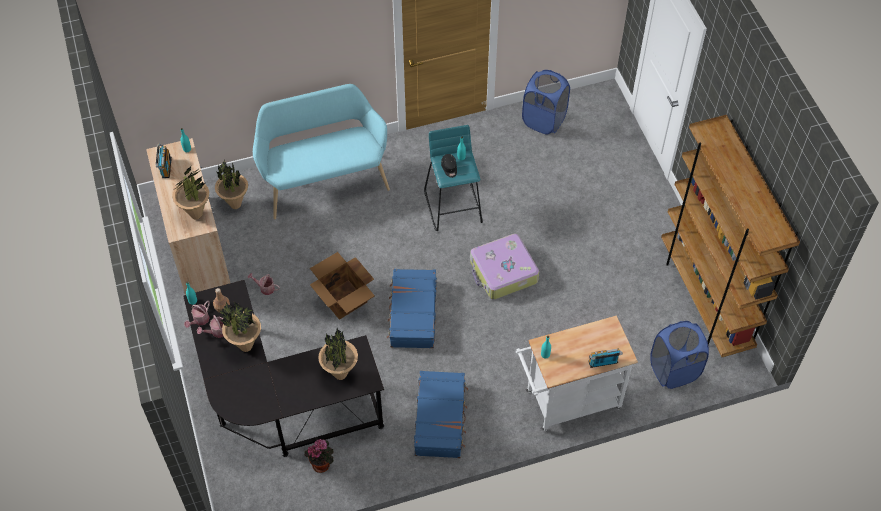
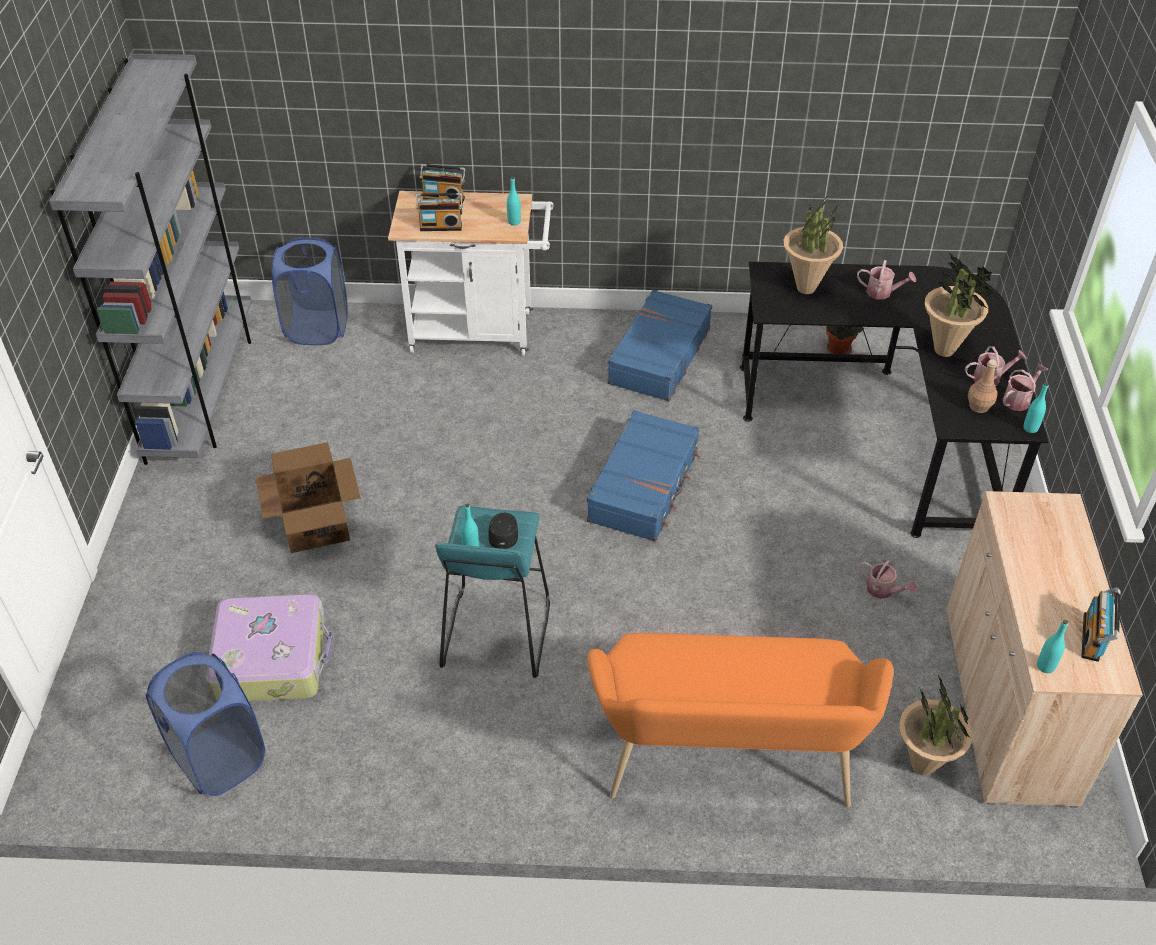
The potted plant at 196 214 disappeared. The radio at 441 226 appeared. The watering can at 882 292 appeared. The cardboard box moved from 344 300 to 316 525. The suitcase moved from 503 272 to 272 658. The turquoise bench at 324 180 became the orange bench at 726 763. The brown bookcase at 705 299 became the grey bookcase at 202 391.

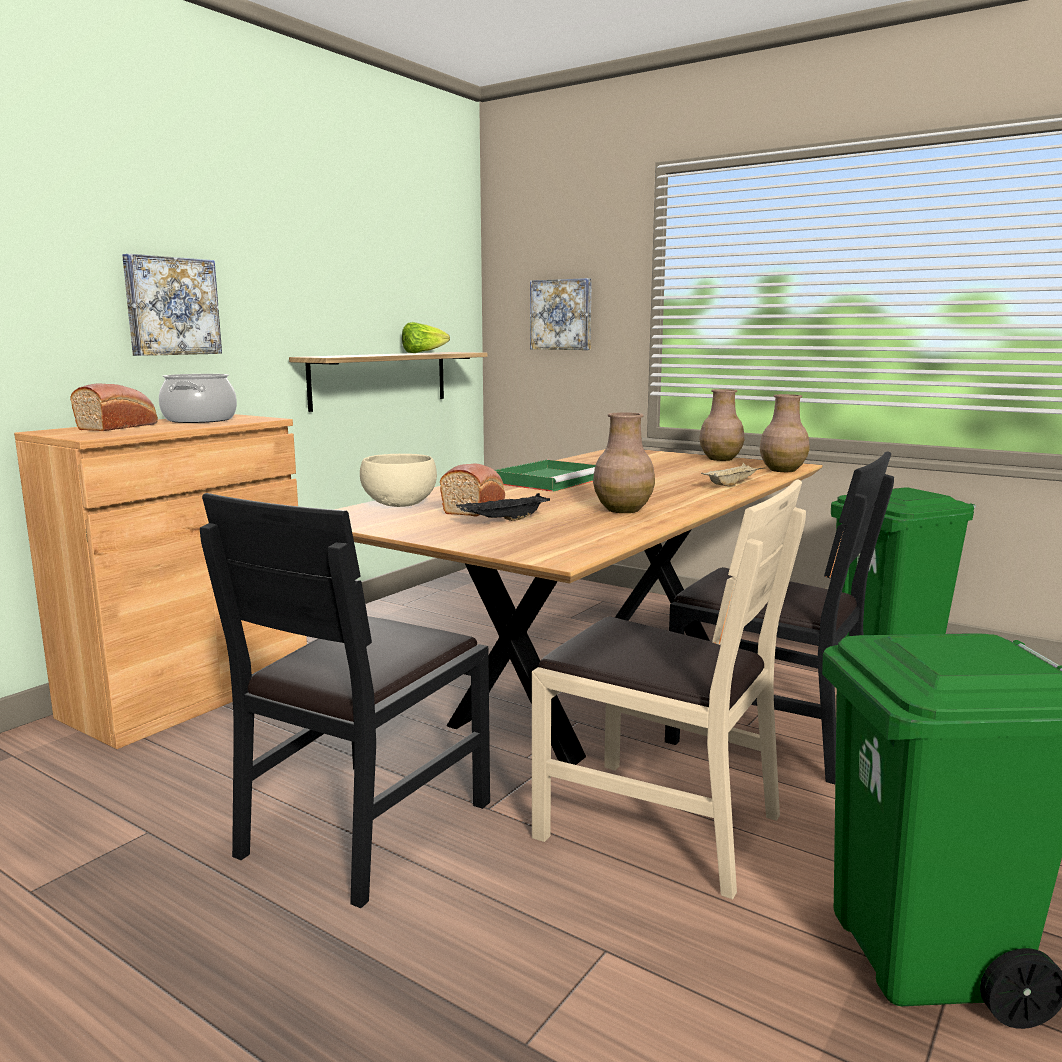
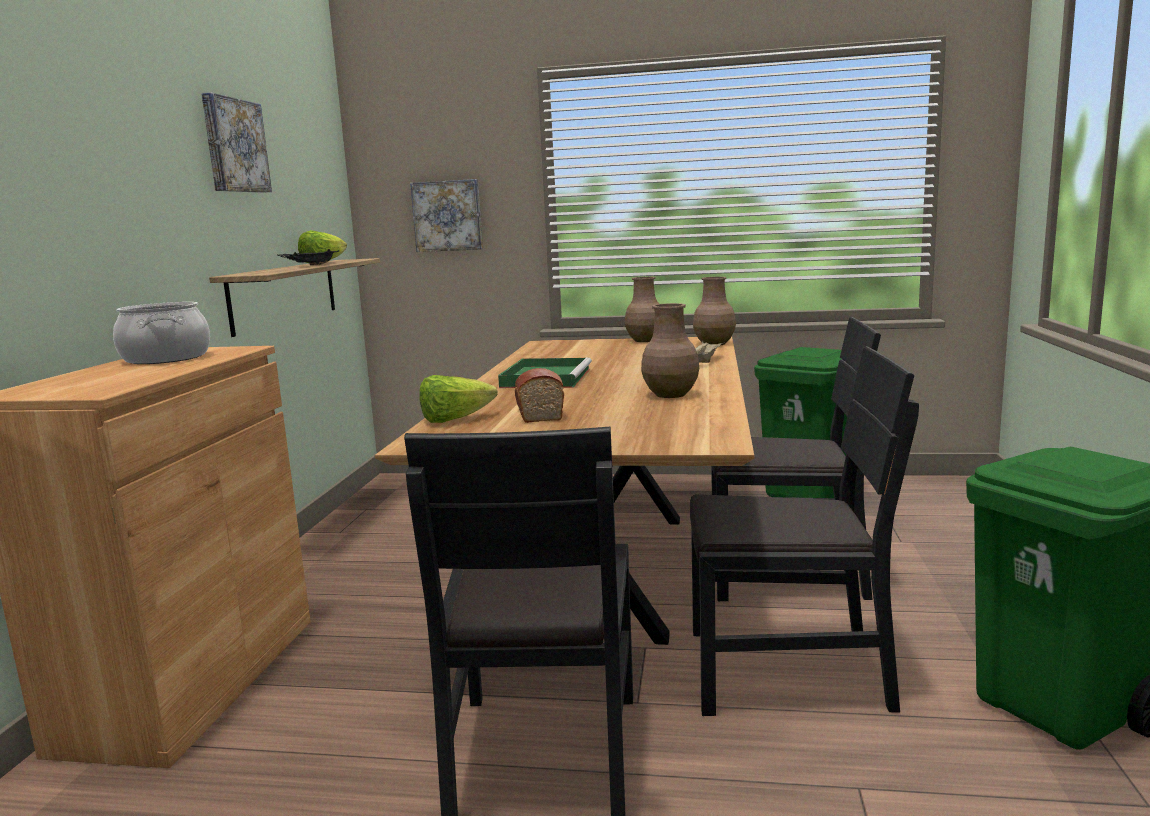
The bread at 120 426 disappeared. The picture moved from 171 306 to 233 146. The black tray moved from 504 521 to 311 265. The beige bowl at 399 503 was replaced by the lettuce at 455 420. The beige chair at 658 824 became the black chair at 785 670.

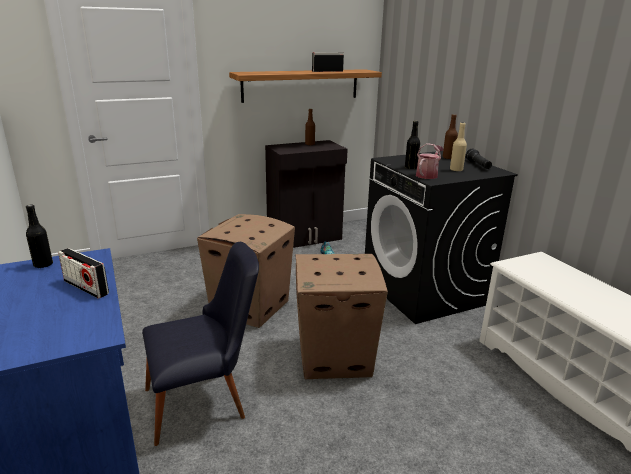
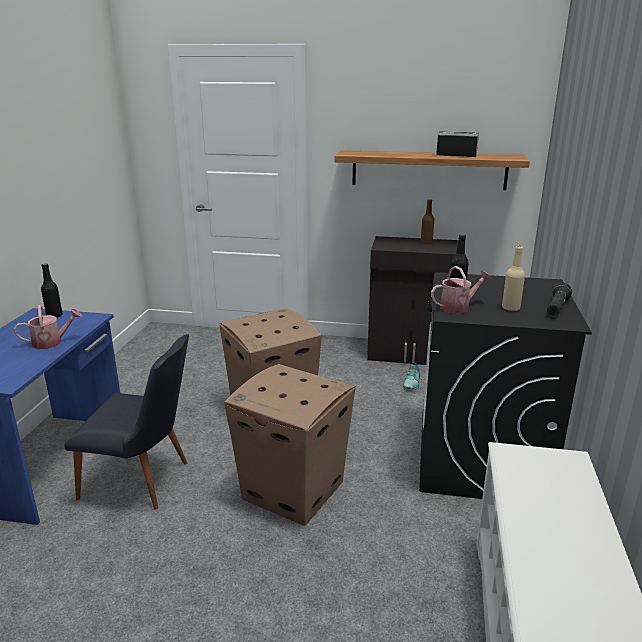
The brown bottle at 448 158 disappeared. The radio at 86 287 was replaced by the watering can at 51 342.

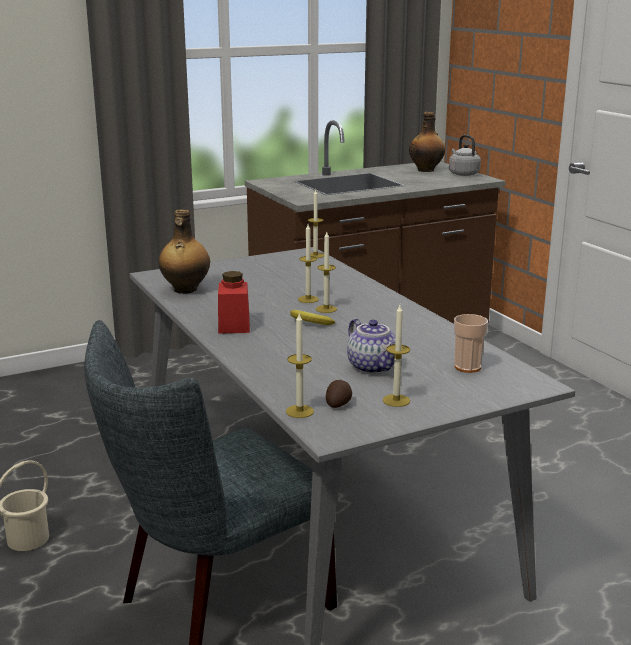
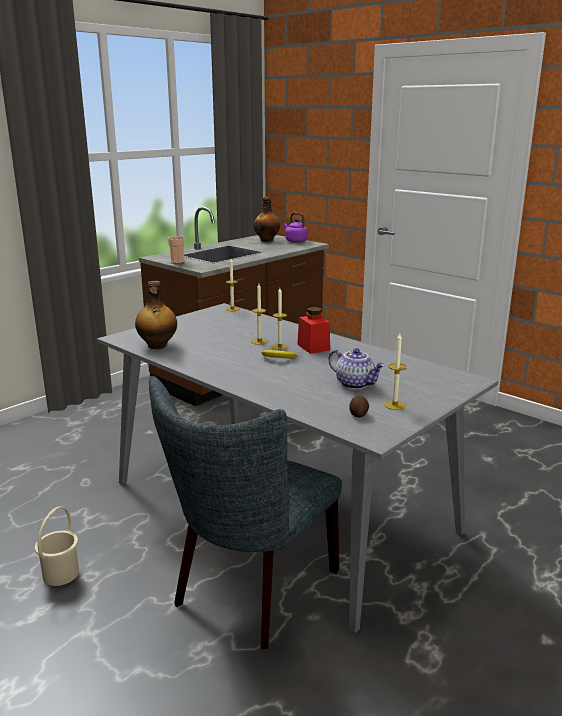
The candle at 299 411 disappeared. The red jar moved from 234 326 to 313 347. The cup moved from 467 367 to 177 262. The grey kettle at 462 174 became the purple kettle at 295 241.

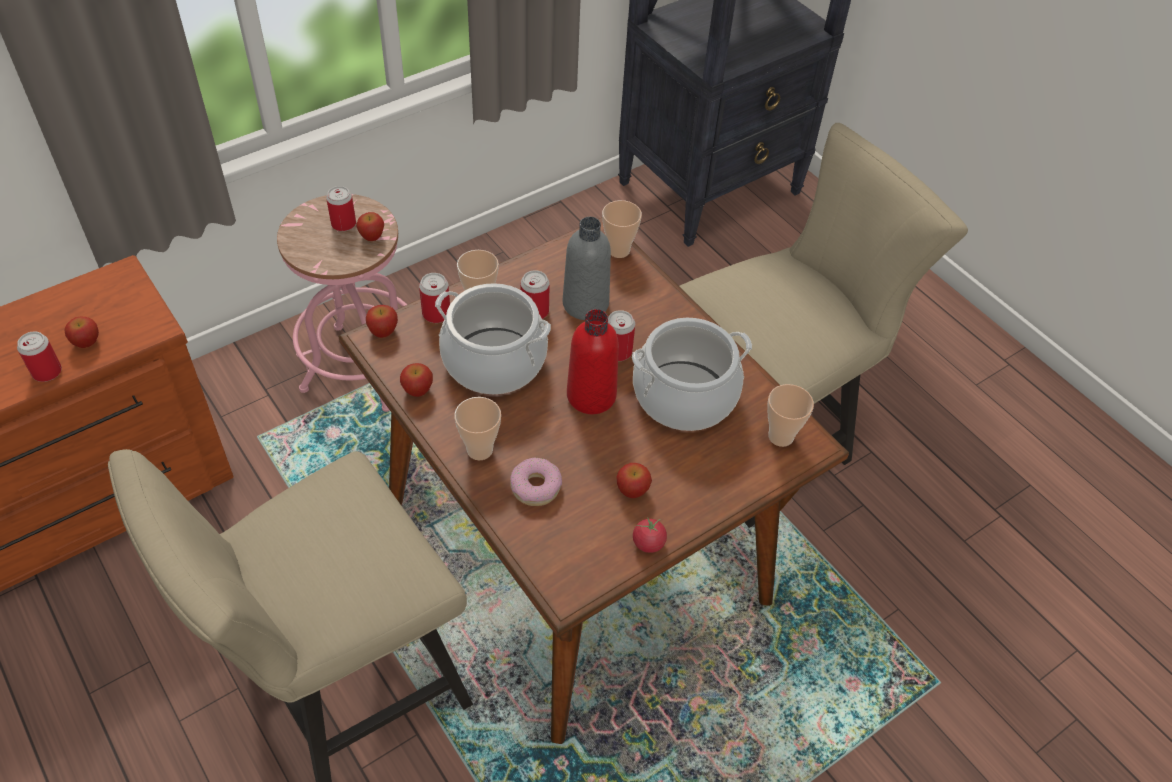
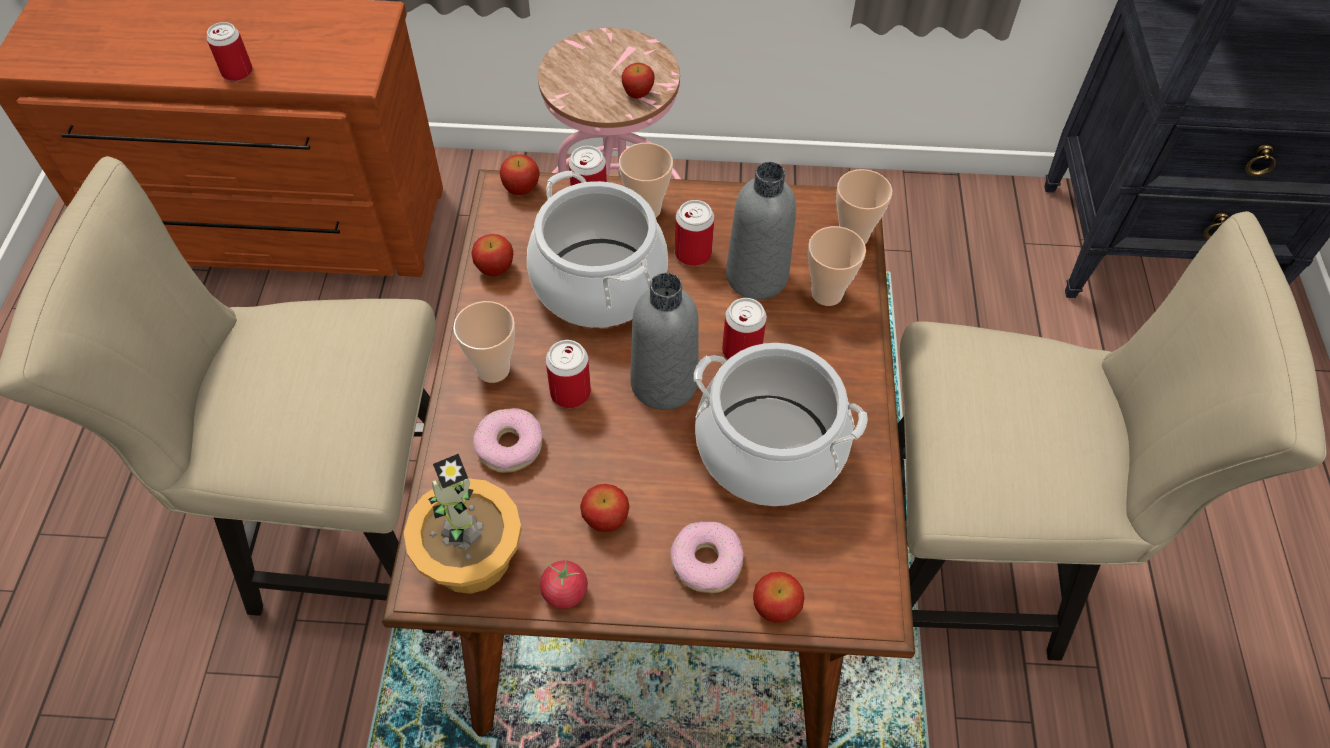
The potted plant at 470 555 appeared. The donut at 707 562 appeared. The apple moved from 86 342 to 775 607. The can moved from 343 224 to 570 392. The cup moved from 780 436 to 827 293. The red bottle at 591 396 became the grey bottle at 664 383.

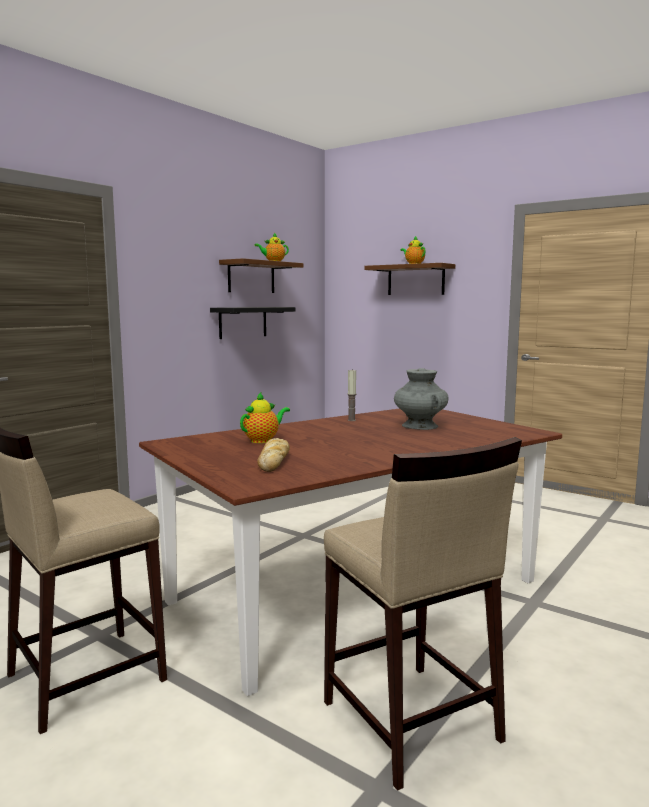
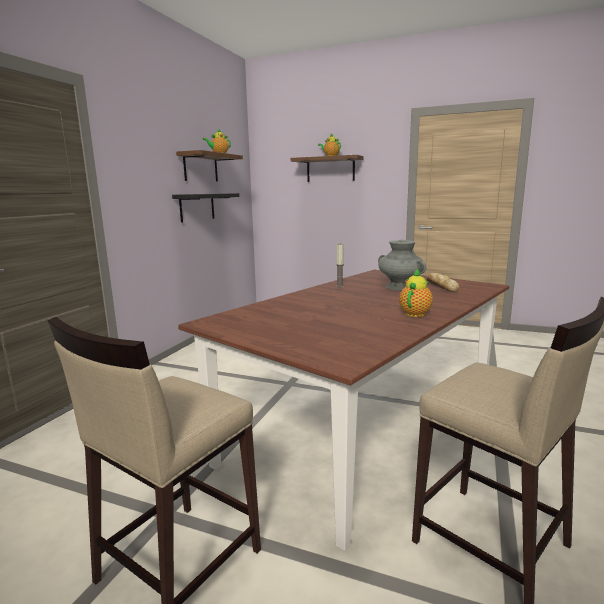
The teapot moved from 263 440 to 415 313. The bread moved from 274 461 to 441 286.

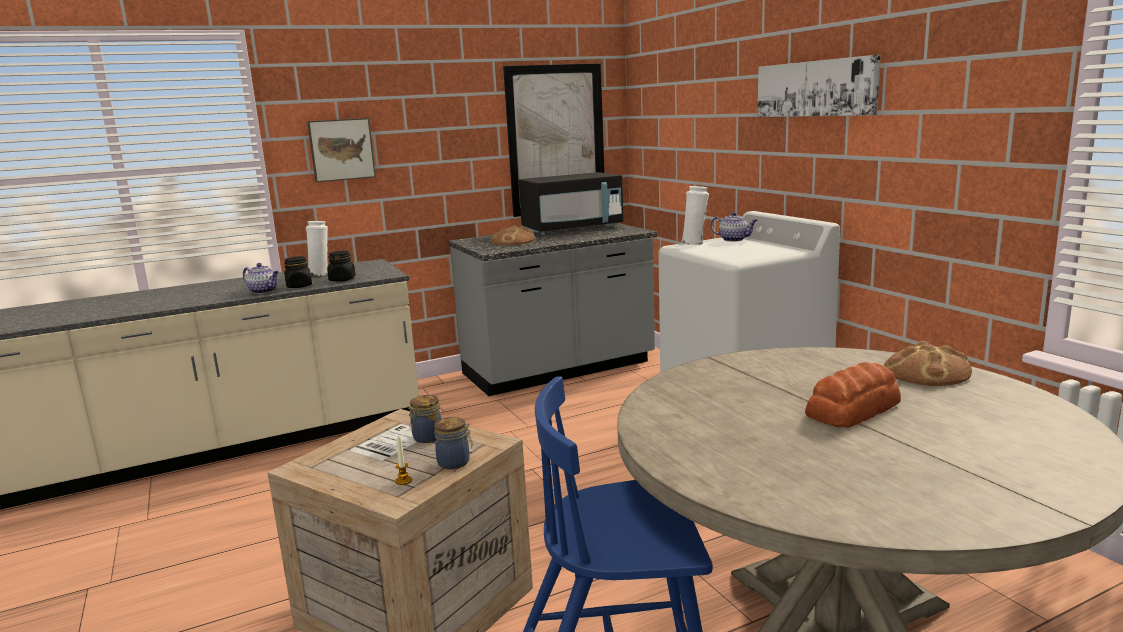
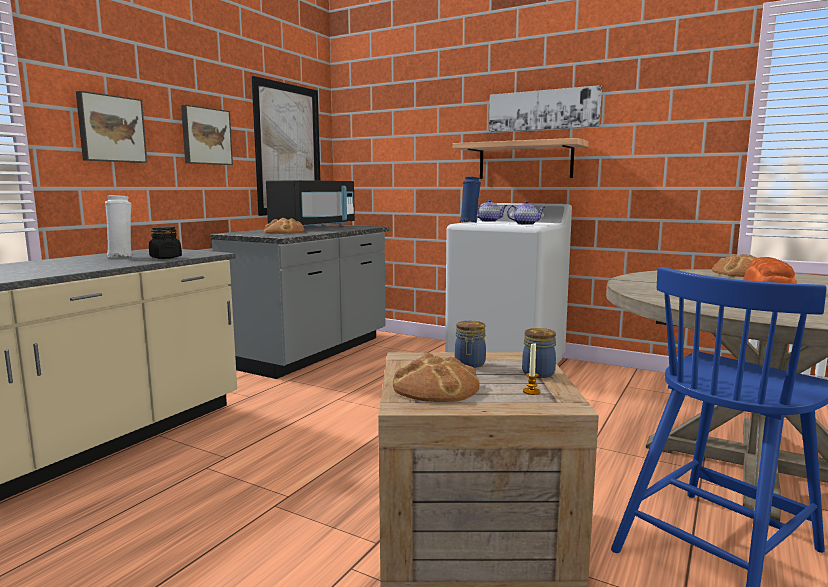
The black jar at 299 286 disappeared. The picture at 205 136 appeared. The bread at 436 387 appeared. The shelf at 525 161 appeared. The teapot moved from 264 291 to 526 224. The white vase at 694 243 became the blue vase at 469 222.

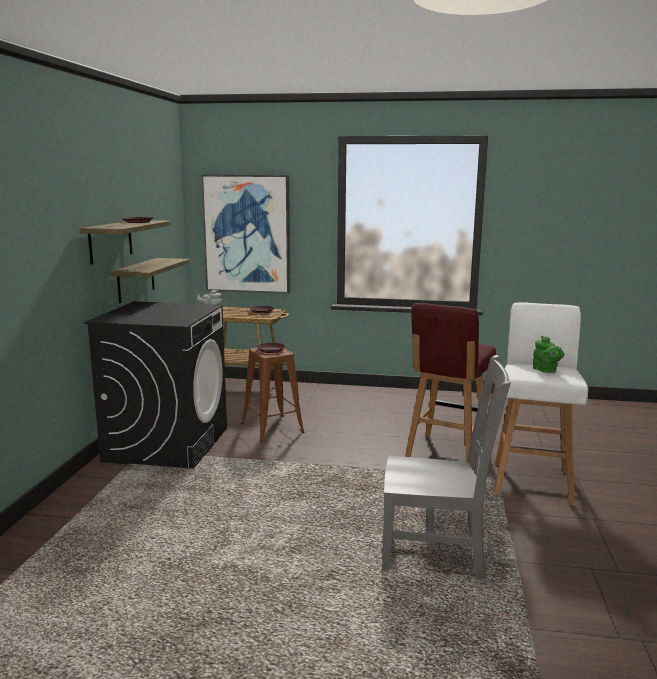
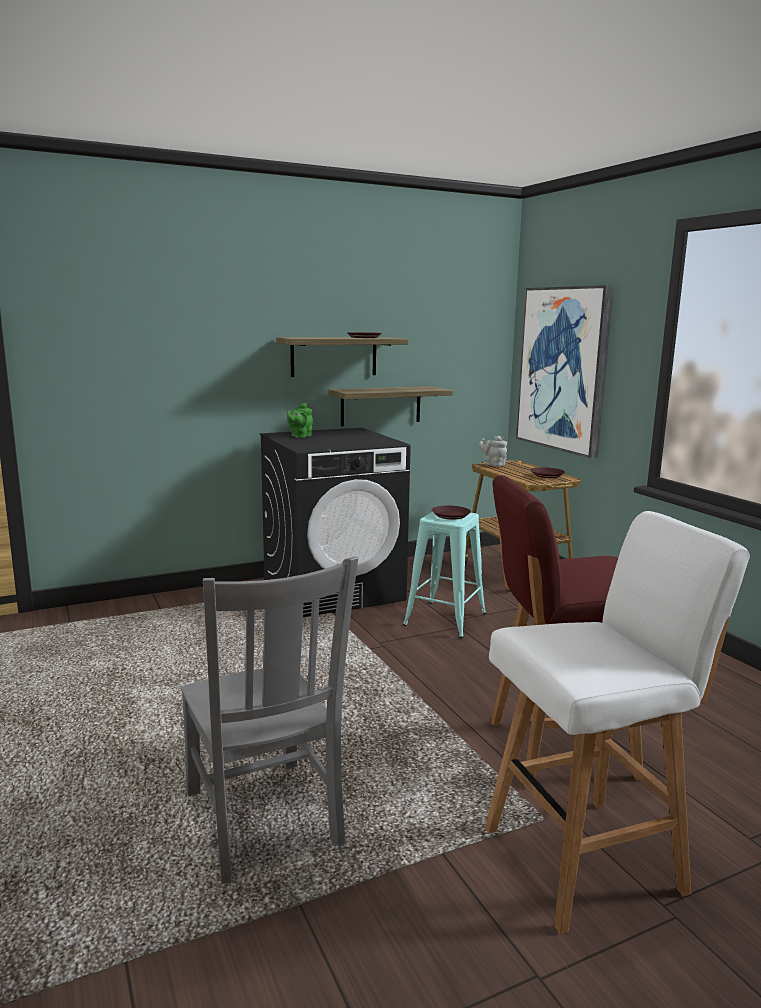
The green teapot moved from 546 370 to 300 436. The brown stool at 272 428 became the turquoise stool at 445 619.

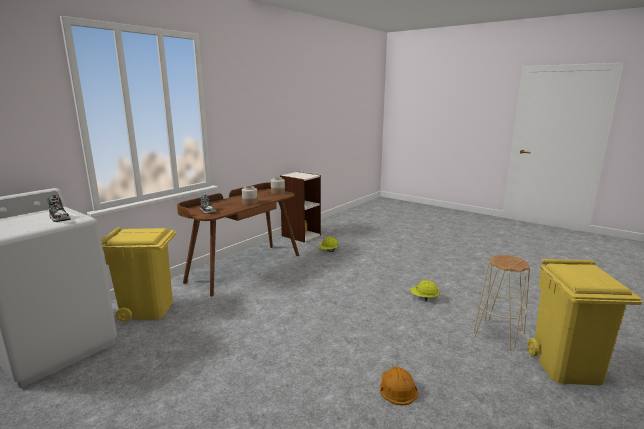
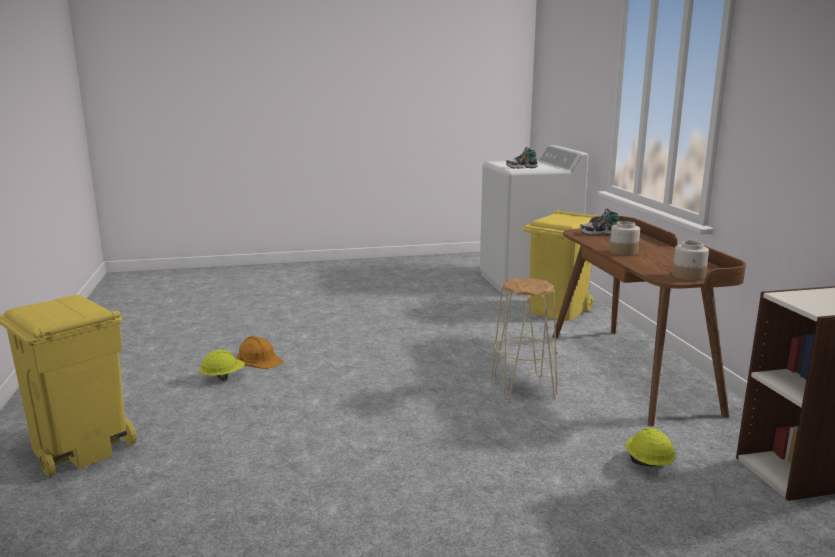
The yellow hard hat moved from 424 298 to 223 377. The beige stool moved from 498 334 to 522 388.

